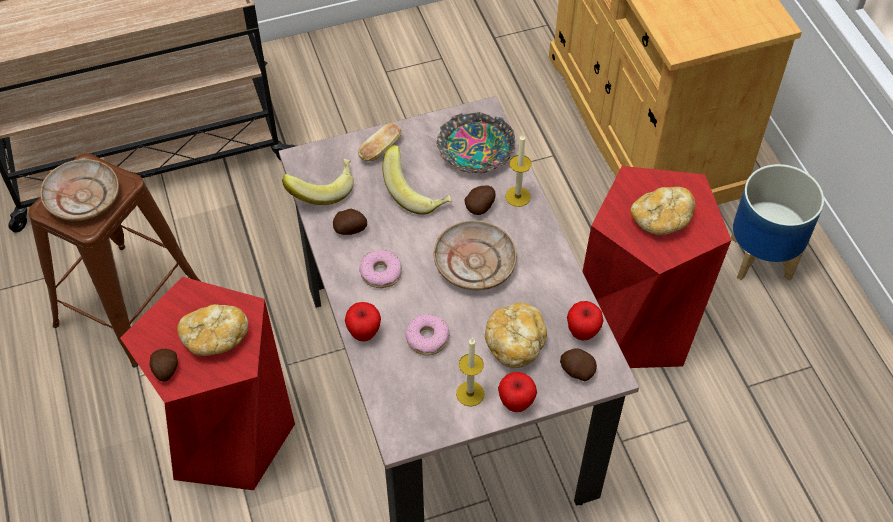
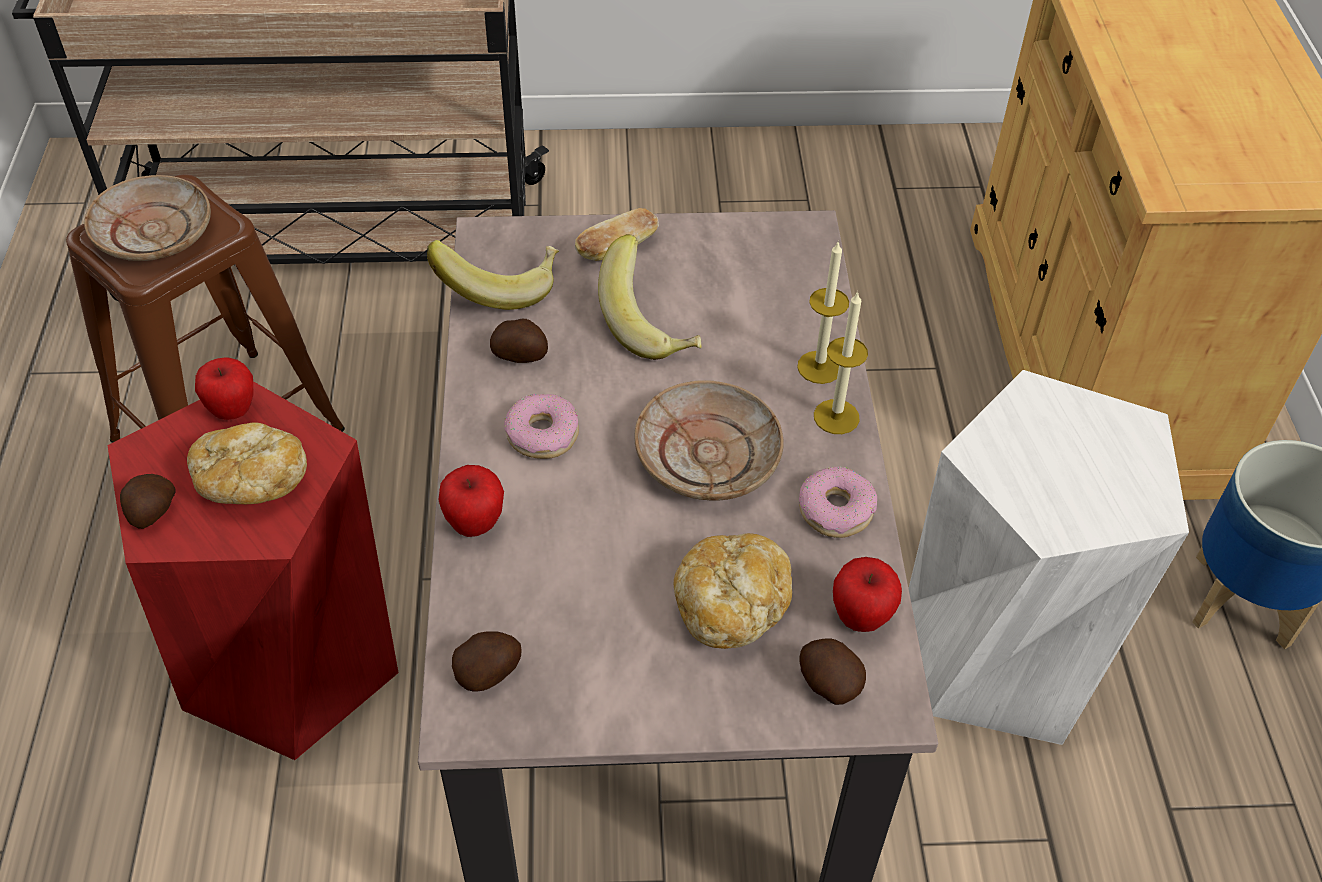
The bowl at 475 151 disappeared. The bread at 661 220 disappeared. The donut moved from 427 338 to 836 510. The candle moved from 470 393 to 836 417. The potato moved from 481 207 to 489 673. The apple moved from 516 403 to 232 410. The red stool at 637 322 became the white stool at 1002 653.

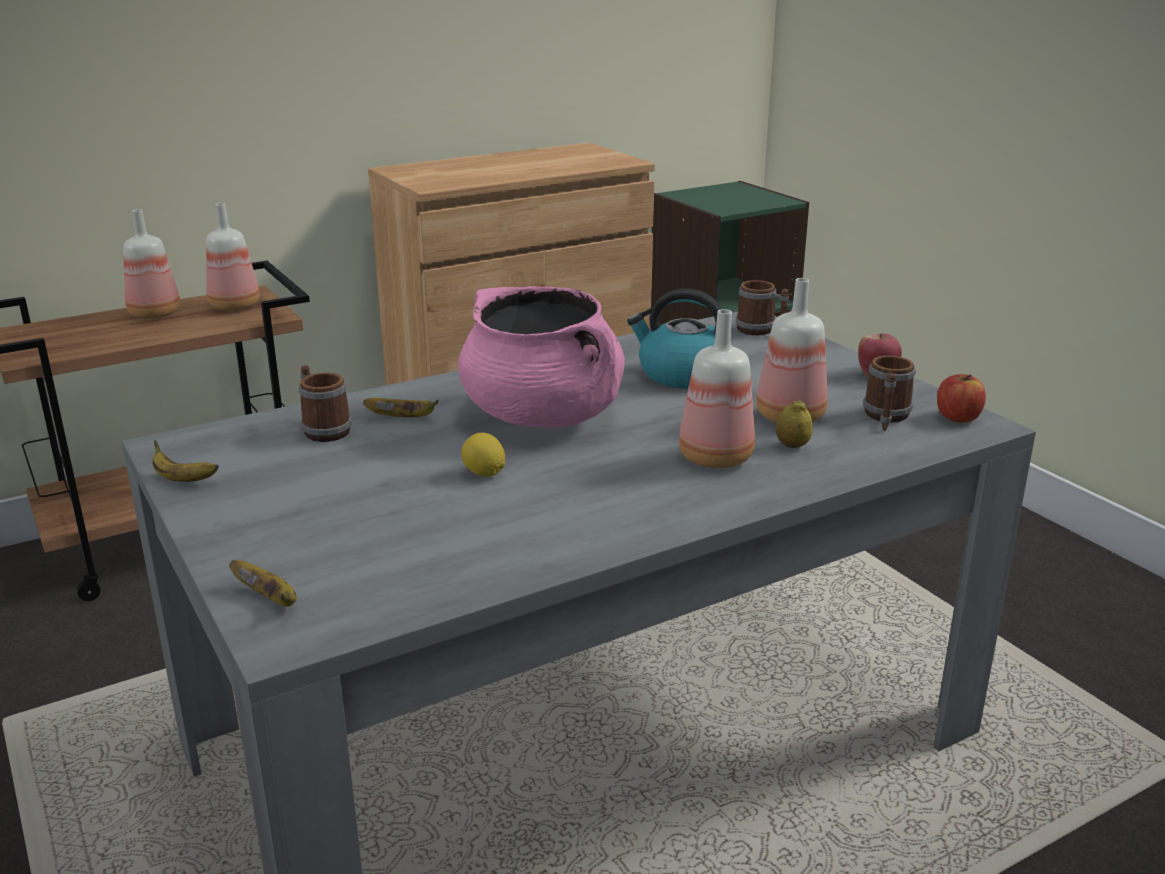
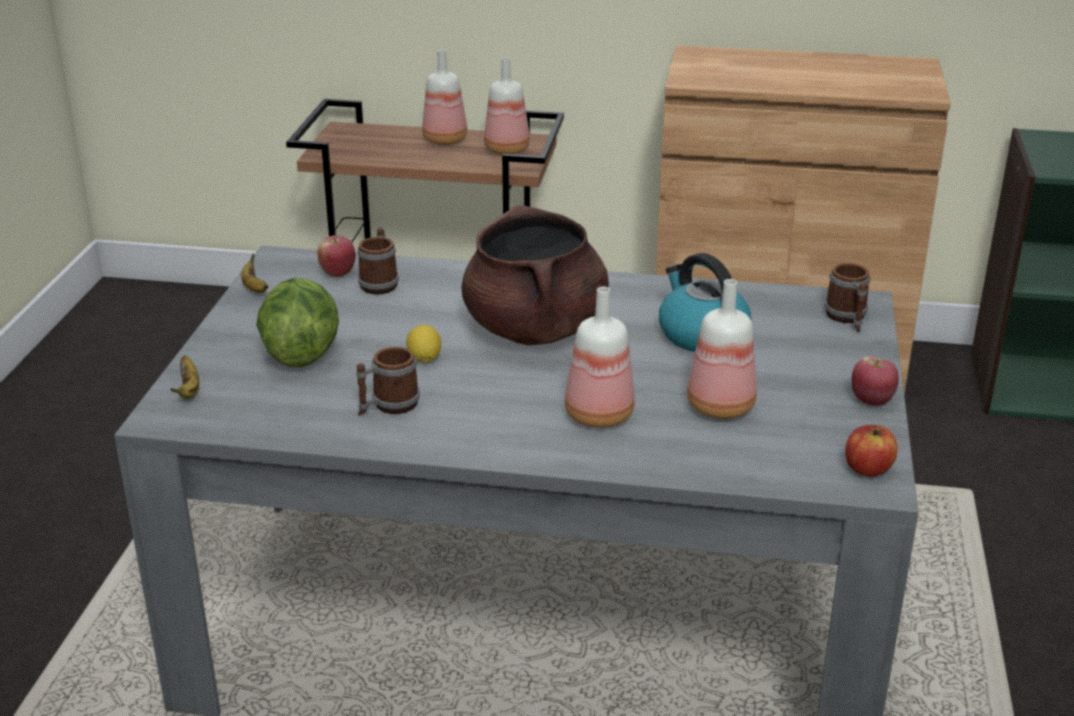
The banana at 403 418 disappeared. The lemon at 792 445 disappeared. The lettuce at 300 353 appeared. The apple at 338 273 appeared. The mug moved from 886 418 to 388 406. The pink cooking pot at 543 416 became the brown cooking pot at 535 330.

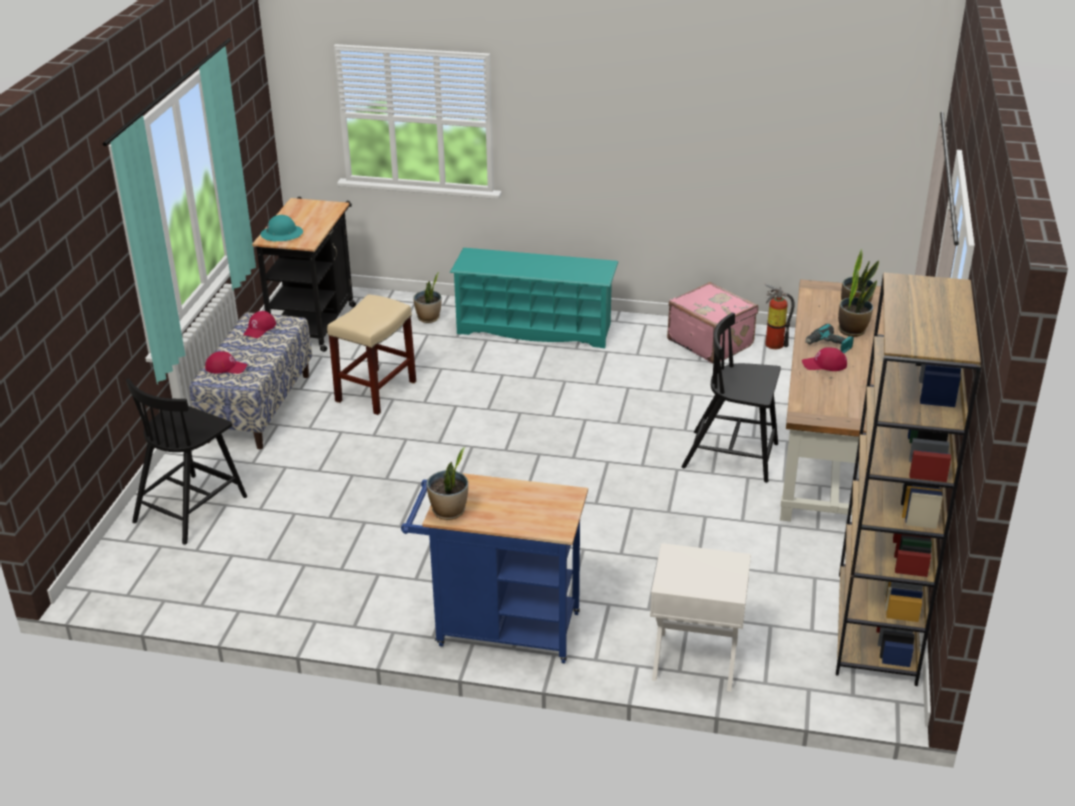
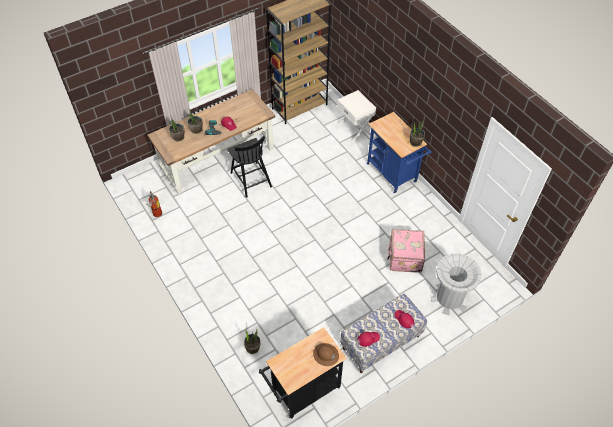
The beige stool at 376 391 disappeared. The turquoise shoe rack at 535 329 disappeared. The pink suitcase moved from 711 342 to 404 258. The black chair at 191 508 was replaced by the grey trash can at 449 299. The turquoise hard hat at 281 234 became the brown hard hat at 325 355.

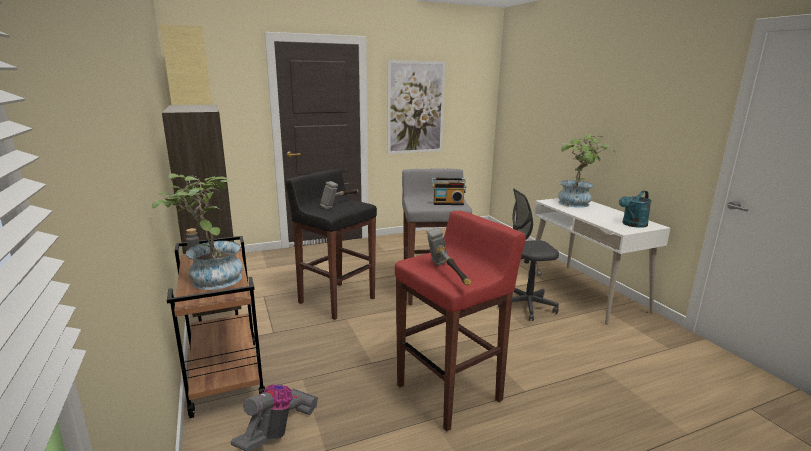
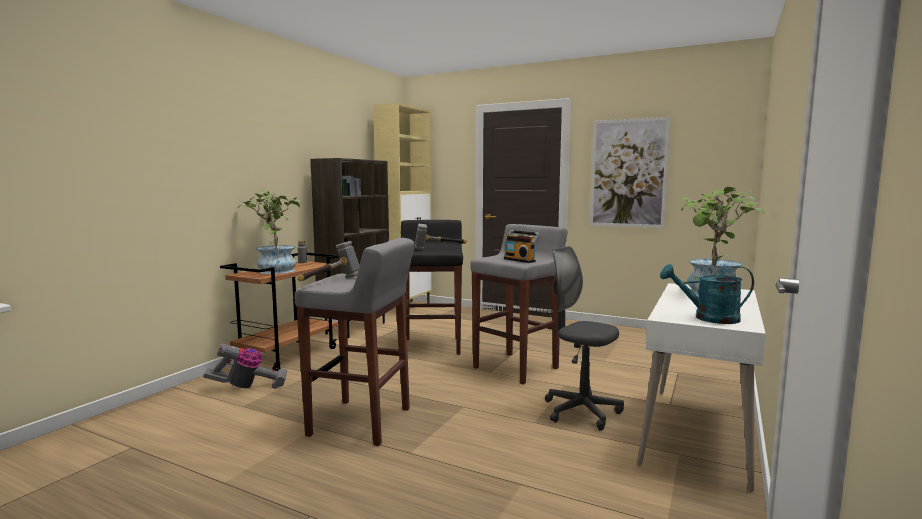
The red stool at 450 392 became the grey stool at 362 422.

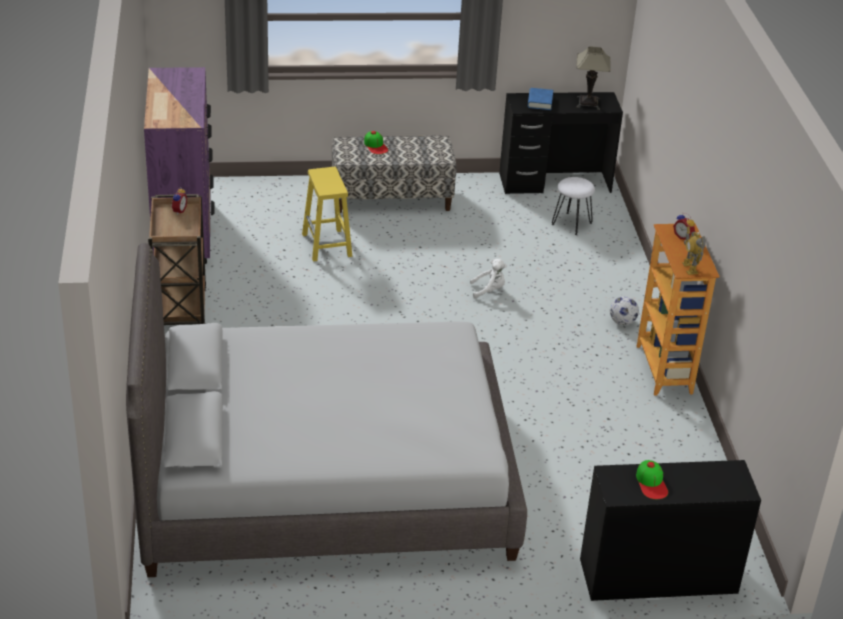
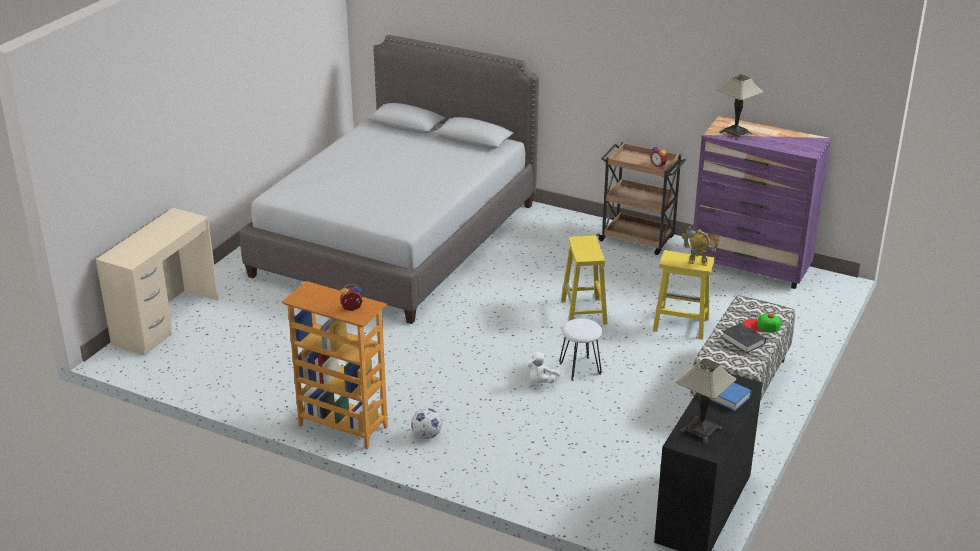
The cap at 651 483 disappeared. The yellow stool at 584 312 appeared. The table lamp at 735 133 appeared. The black book at 743 341 appeared. The white stool moved from 571 224 to 580 368. The toy robot moved from 689 268 to 697 262. The black desk at 658 576 became the beige desk at 166 321.

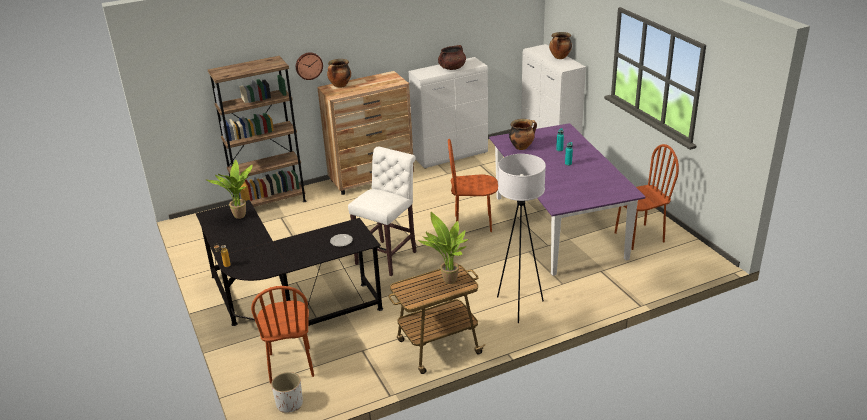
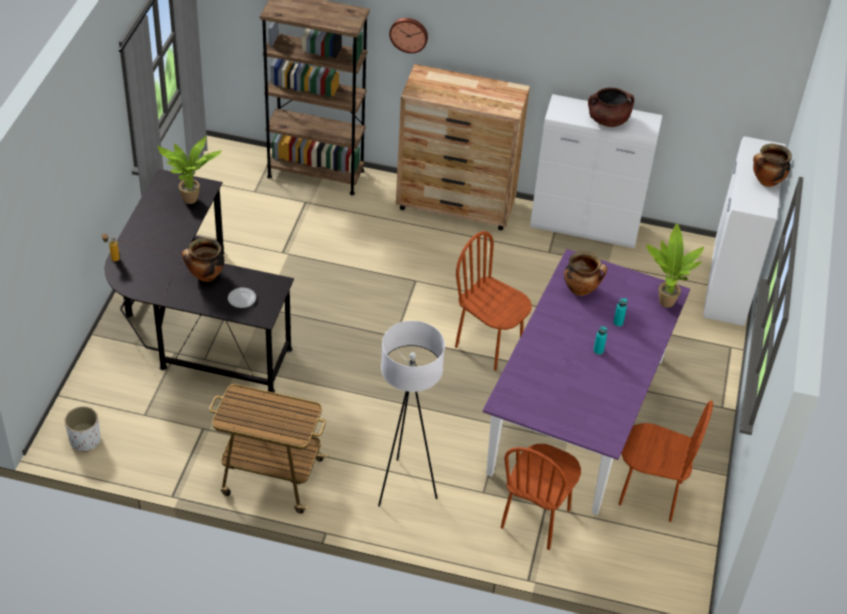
The white stool at 388 256 disappeared. The brown chair moved from 291 365 to 536 519. The cooking pot moved from 340 86 to 205 276. The potted plant moved from 447 281 to 663 302.

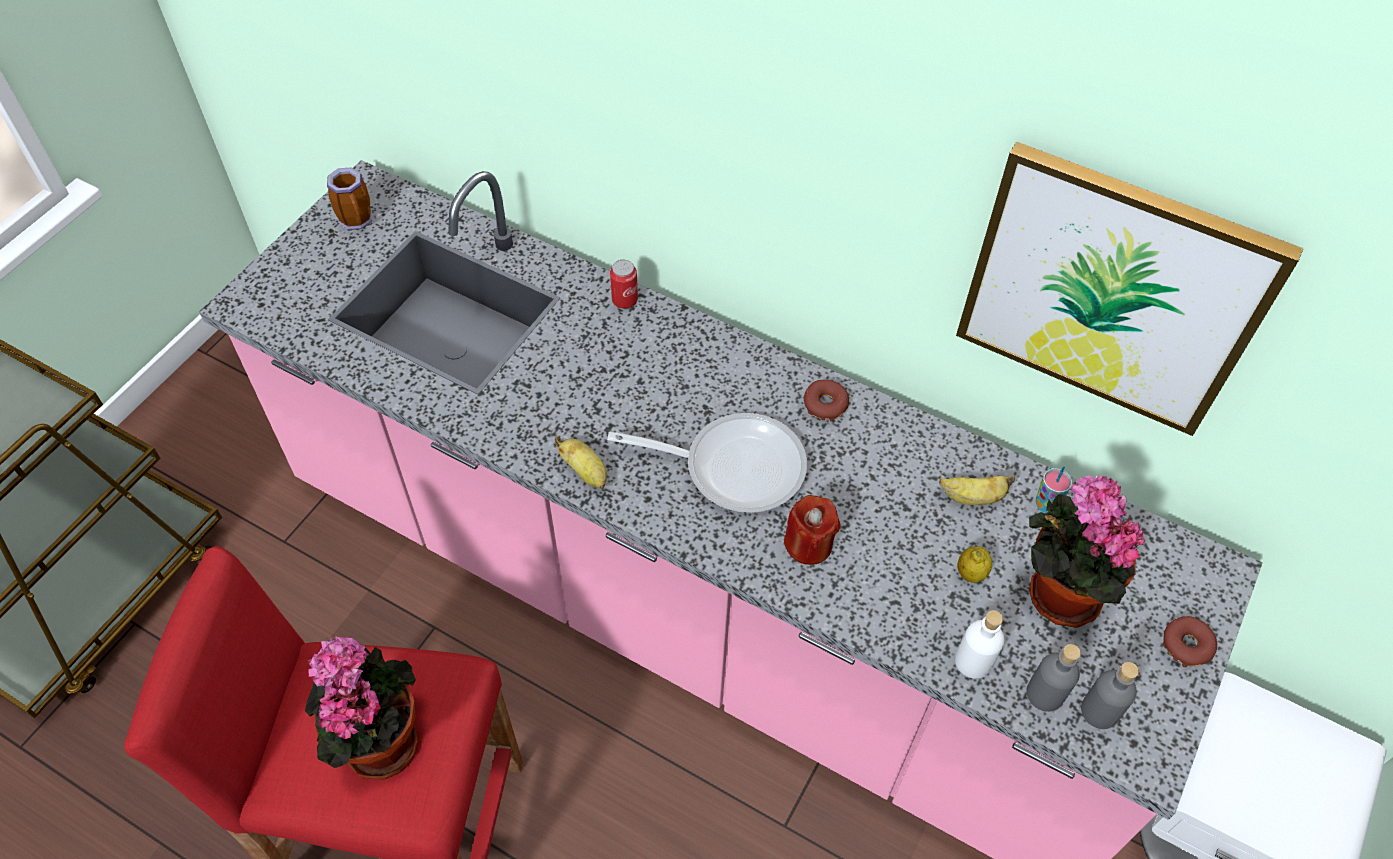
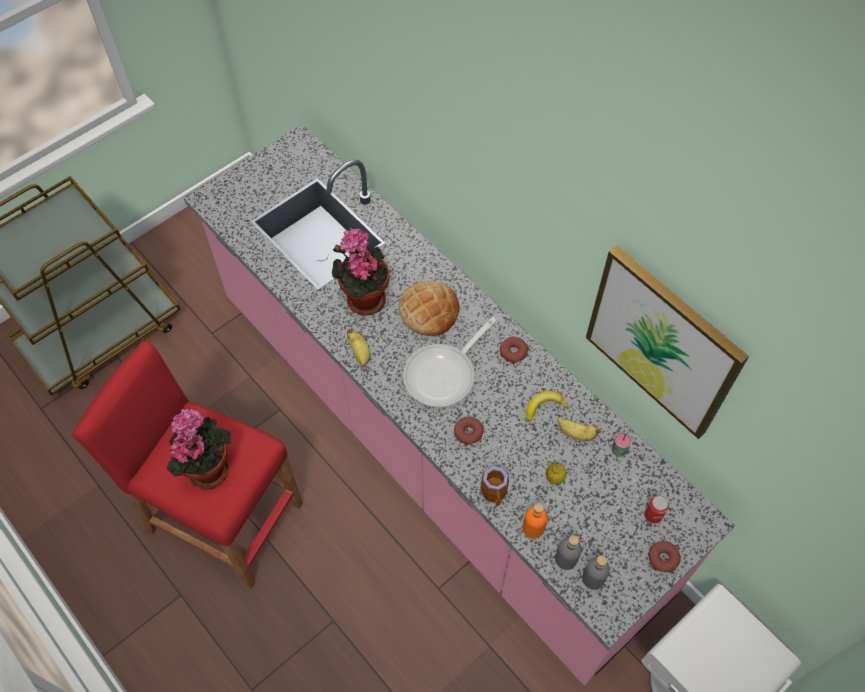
The bread at 429 311 appeared. The banana at 544 407 appeared. The mug moved from 358 220 to 495 495. The can moved from 624 300 to 653 515. The potted plant moved from 1057 593 to 363 297. The red candle at 808 544 was replaced by the donut at 468 432. The white bottle at 973 661 became the orange bottle at 533 528. The frying pan at 733 466 turned 105 degrees clockwise.

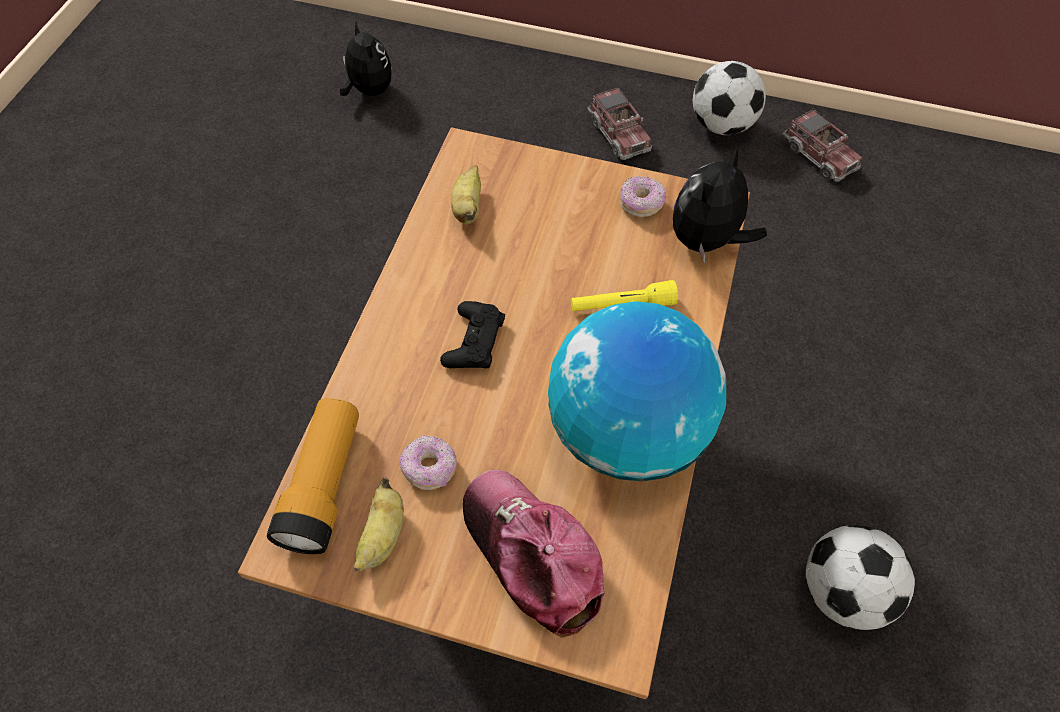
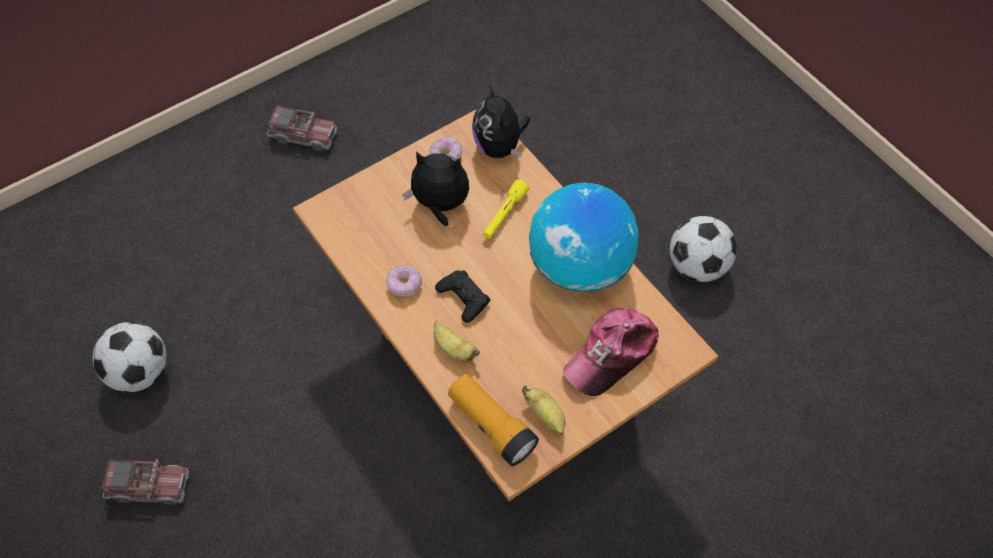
The plush toy moved from 369 90 to 440 205. The donut moved from 430 468 to 404 285. The banana moved from 468 207 to 453 349. The football moved from 721 125 to 139 373. The toy truck moved from 818 156 to 149 486. The cap at 532 554 turned 45 degrees counterclockwise.

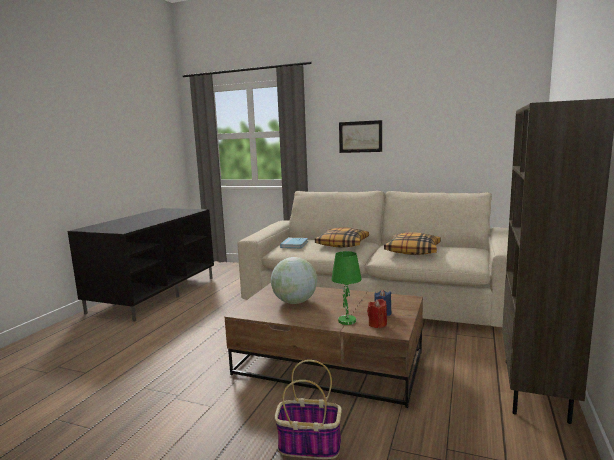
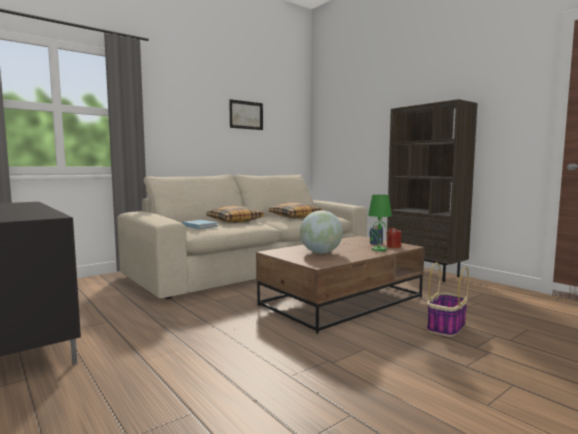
The picture moved from 360 136 to 246 115.

